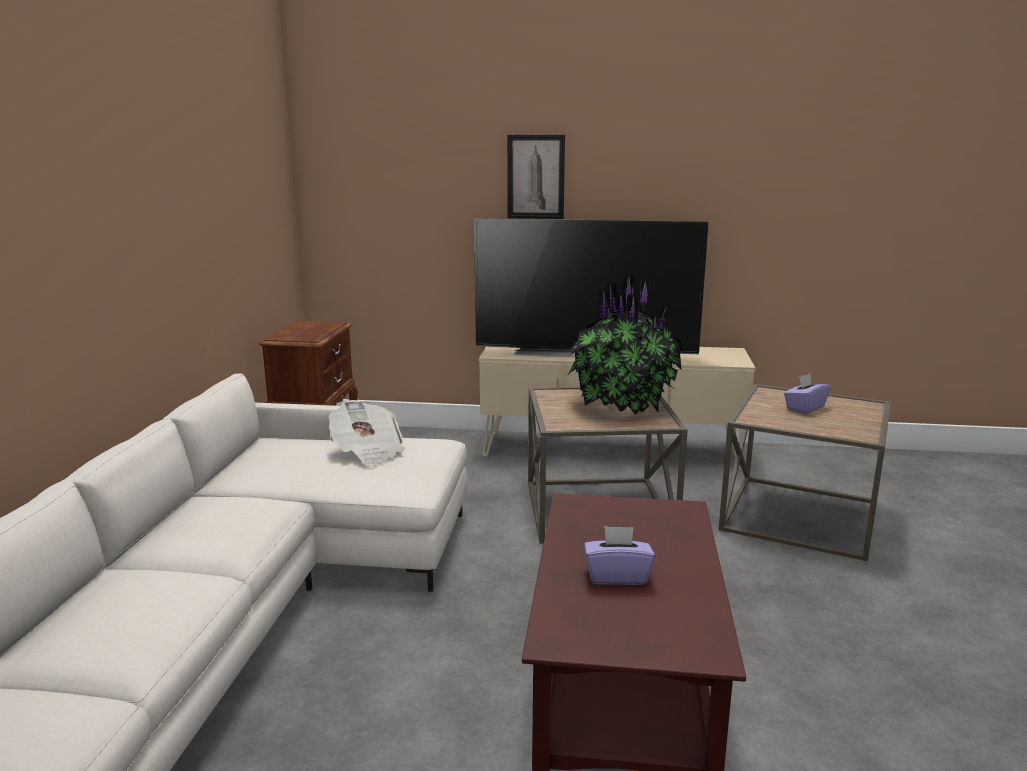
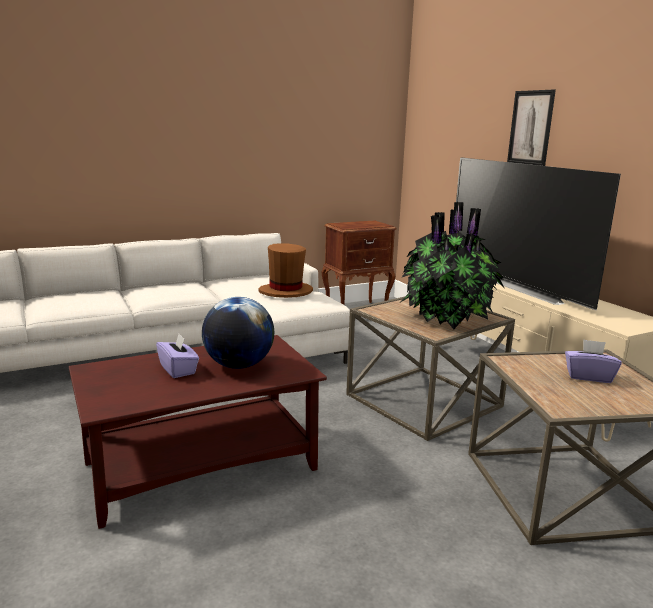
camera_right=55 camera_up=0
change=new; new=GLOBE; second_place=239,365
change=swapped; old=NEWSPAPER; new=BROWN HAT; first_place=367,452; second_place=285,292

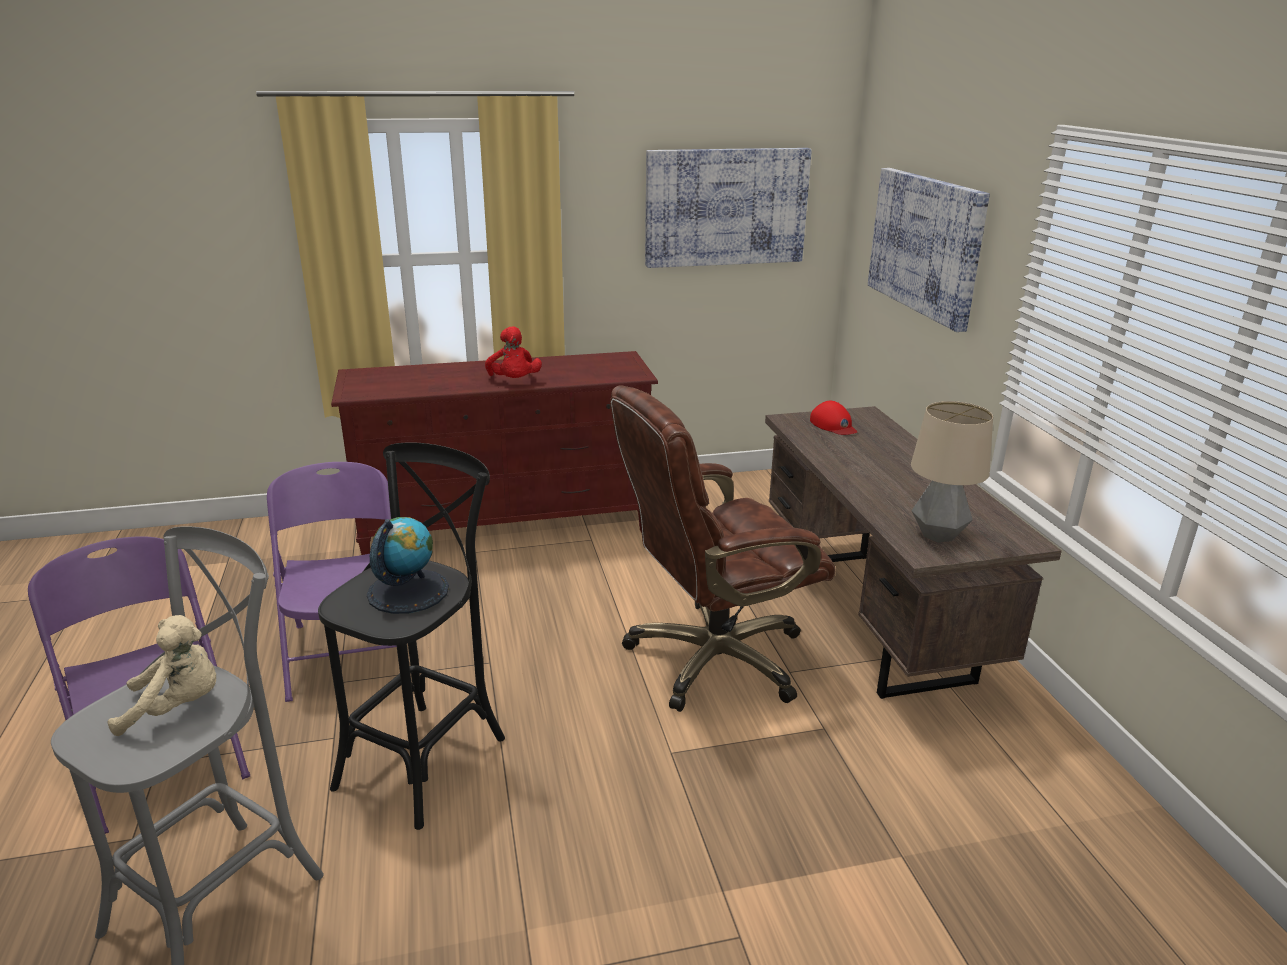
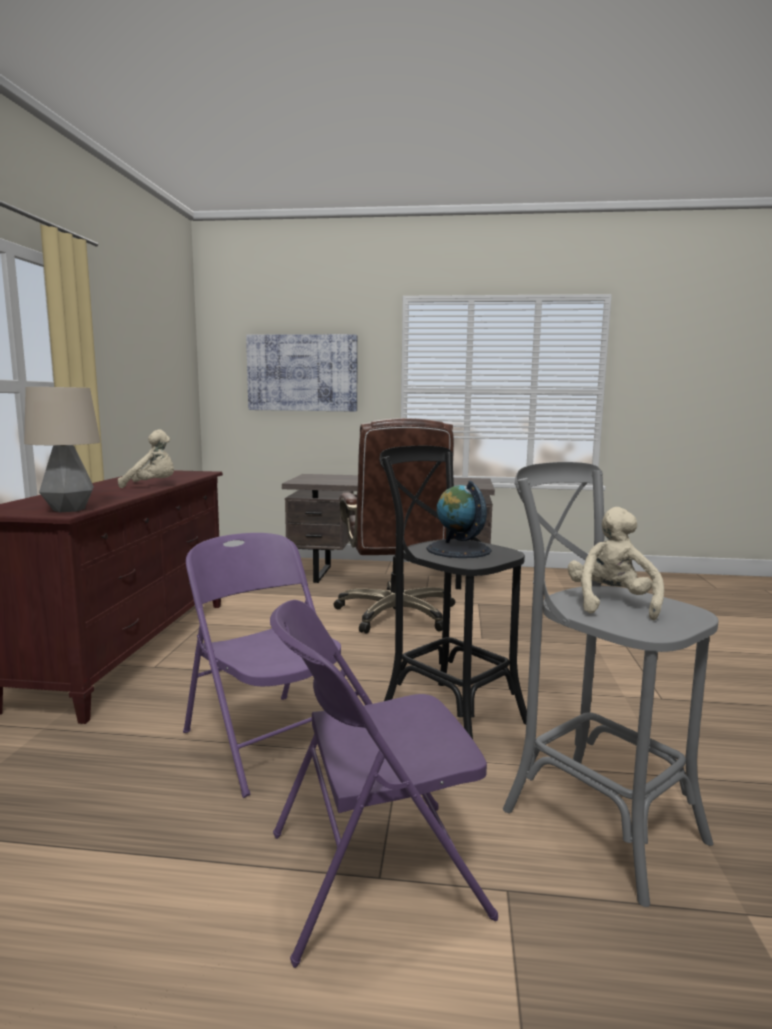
camera_right=-70 camera_up=-15
change=gone; old=PICTURE; first_place=725,207
change=gone; old=RED CAP; first_place=833,425
change=shifted; old=TABLE LAMP; first_place=938,535; second_place=69,509
change=repainted; old=RED PLUSH TOY; new=BEIGE PLUSH TOY; first_place=514,381; second_place=152,486
change=rotated; old=PURPLE CHAIR; first_place=350,654; second_place=268,740; degrees=45

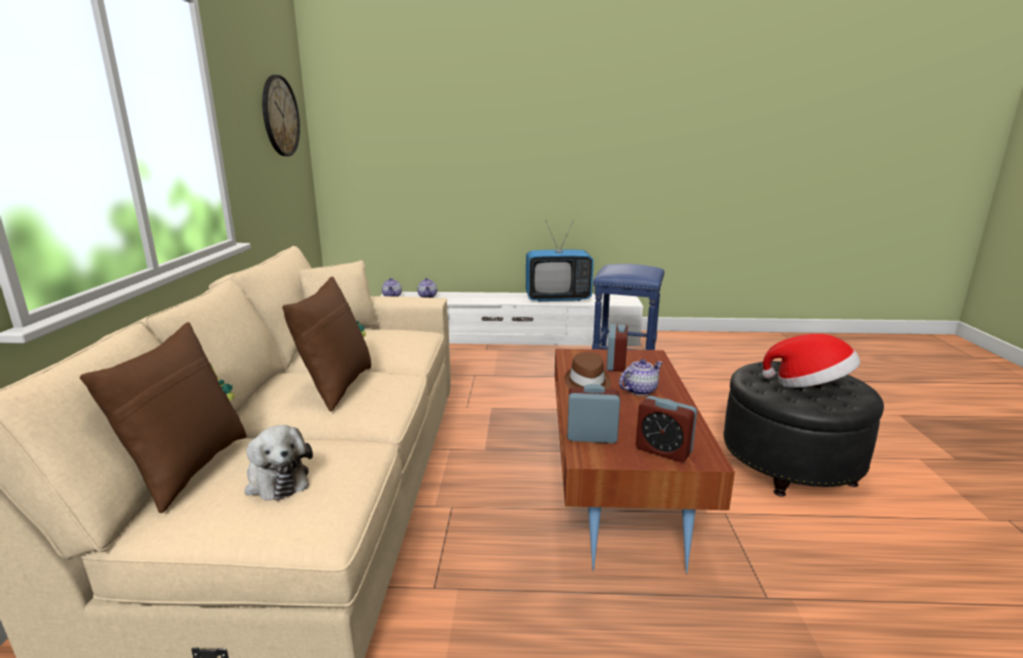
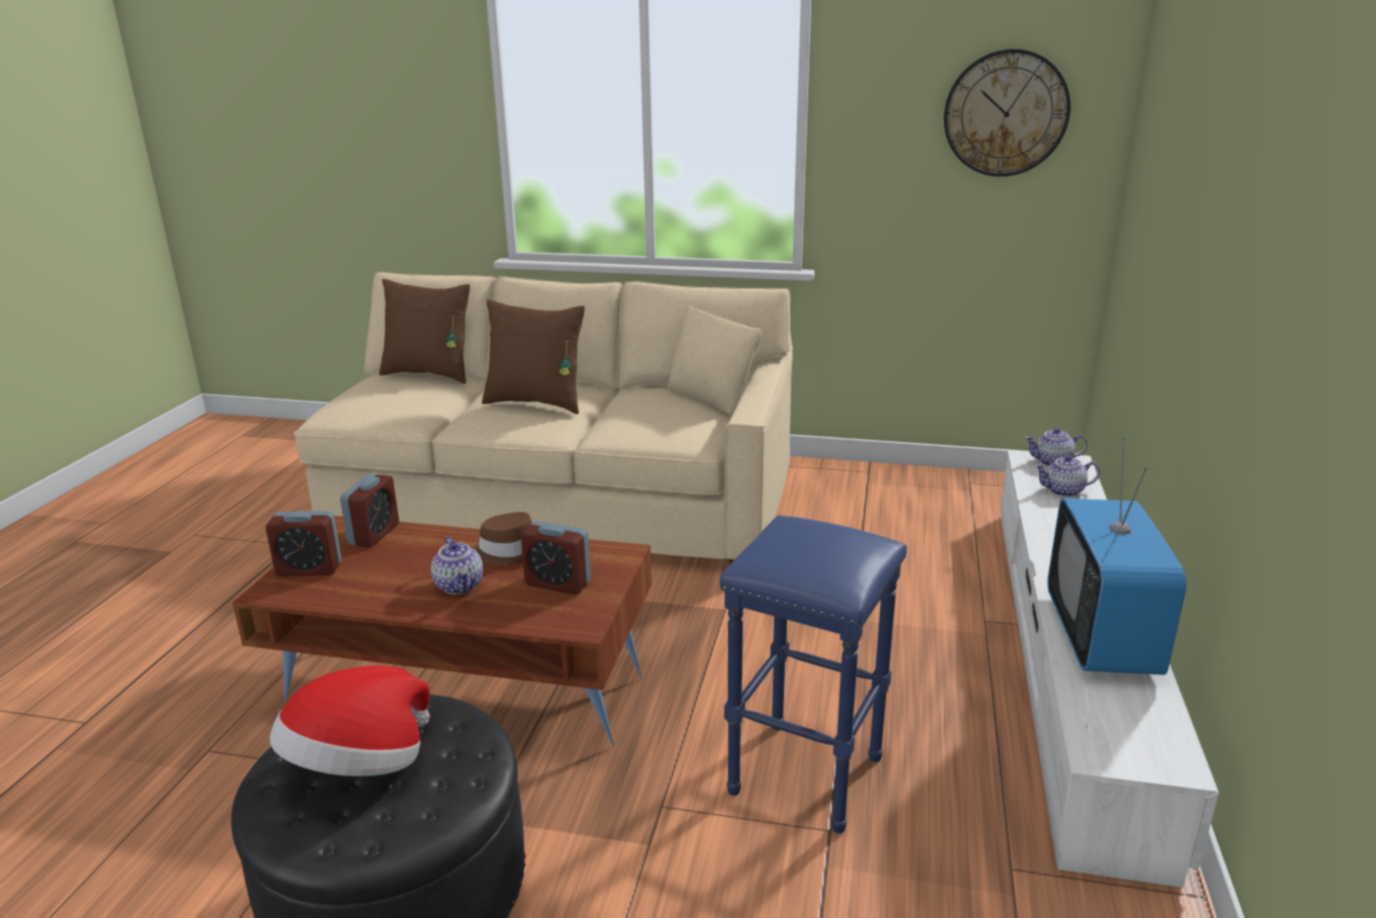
camera_right=100 camera_up=5
change=gone; old=PLUSH TOY; first_place=276,480
change=rotated; old=ALARM CLOCK; first_place=663,451; second_place=309,569; degrees=-135

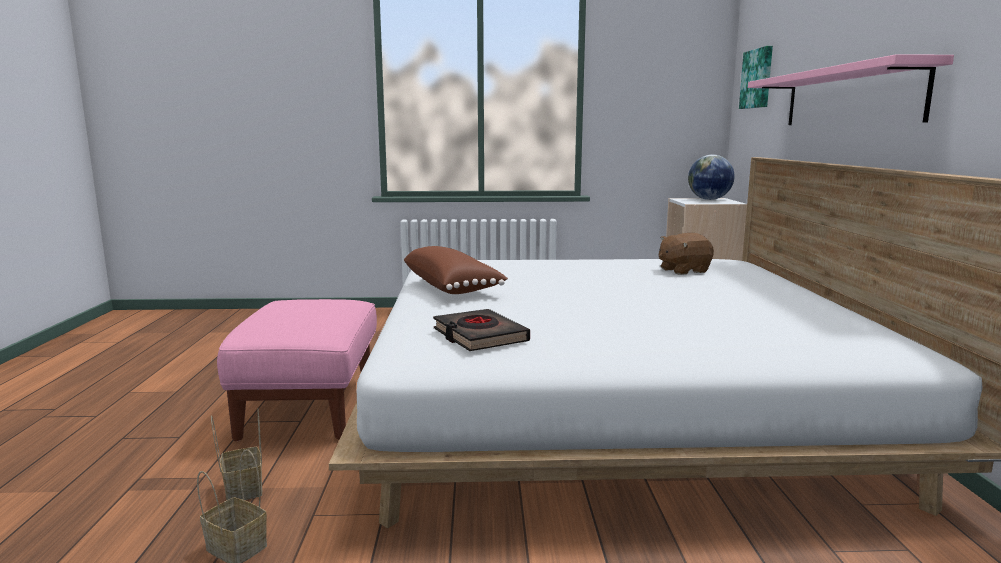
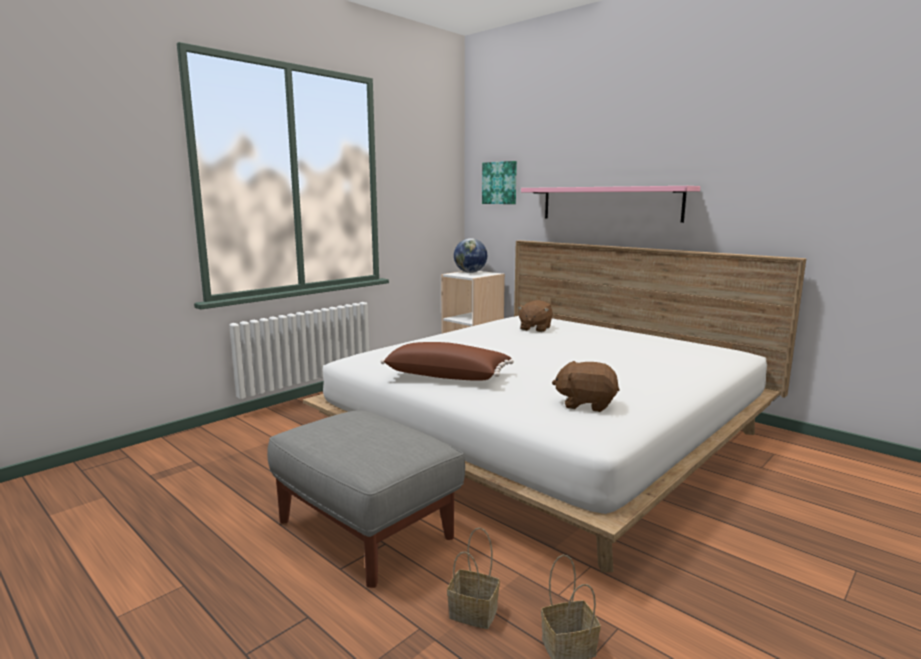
camera_right=-45 camera_up=0
change=swapped; old=BLACK BOOK; new=BROWN PLUSH TOY; first_place=479,336; second_place=586,404
change=repainted; old=PINK OTTOMAN; new=GREY OTTOMAN; first_place=309,407; second_place=366,530

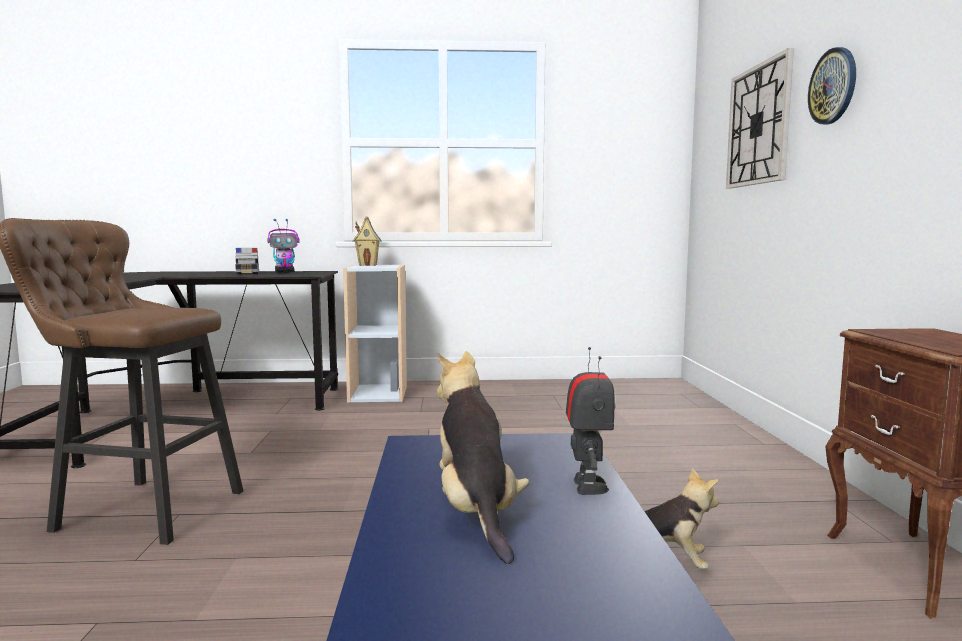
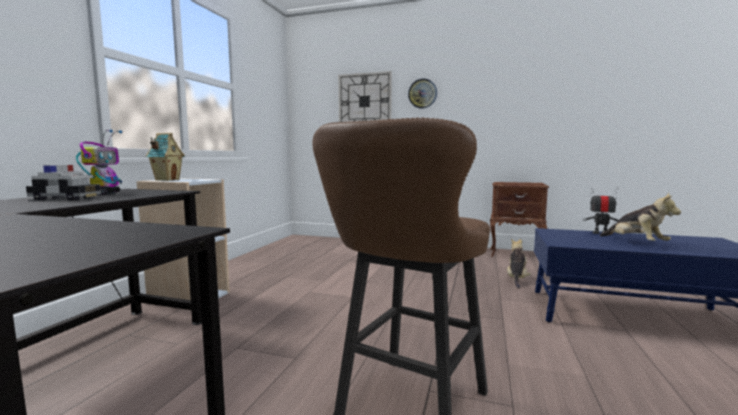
camera_right=-70 camera_up=0
change=rotated; old=PLUSH TOY; first_place=476,511; second_place=636,243; degrees=-120

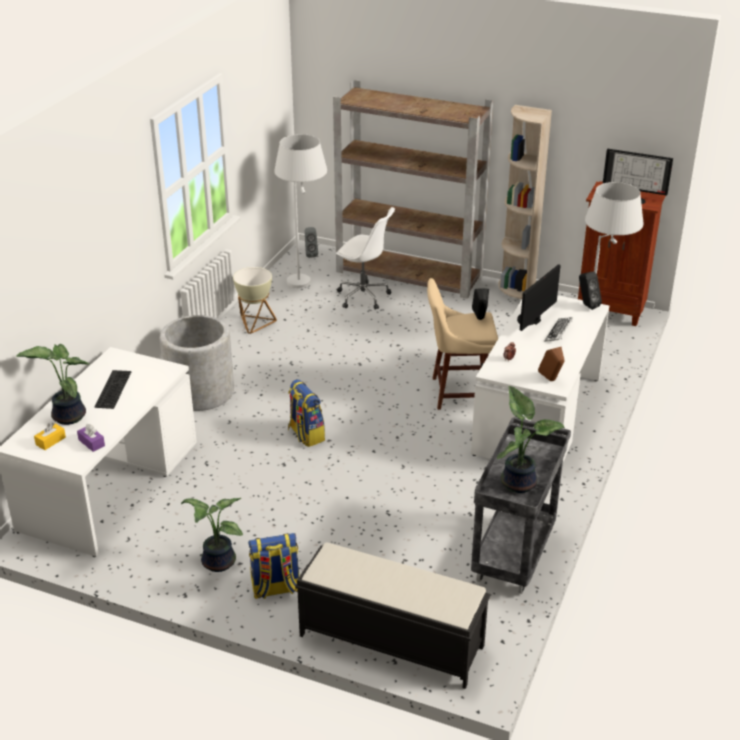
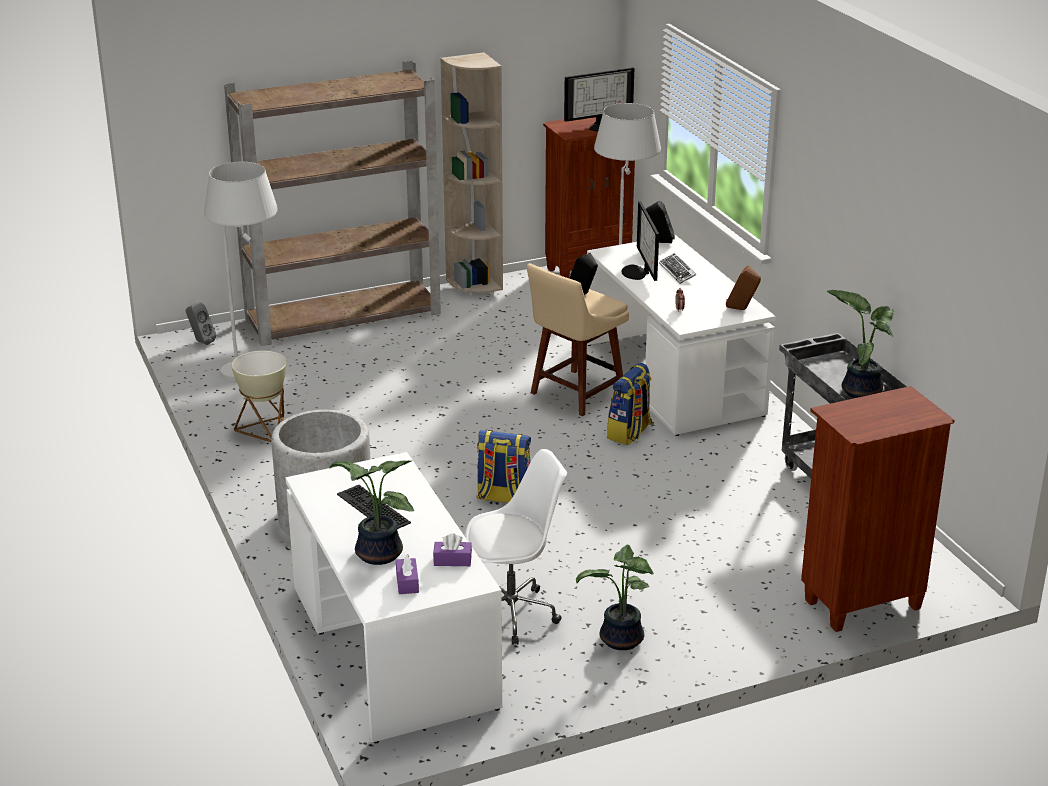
camera_right=-45 camera_up=-5
change=shifted; old=BACKPACK; first_place=275,589; second_place=630,433
change=shifted; old=WHITE OFFICE CHAIR; first_place=364,297; second_place=514,614
change=swapped; old=BLACK BENCH; new=BROWN CABINET; first_place=390,640; second_place=860,603
change=repainted; old=YELLOW TISSUE BOX; new=PURPLE TISSUE BOX; first_place=50,441; second_place=407,582

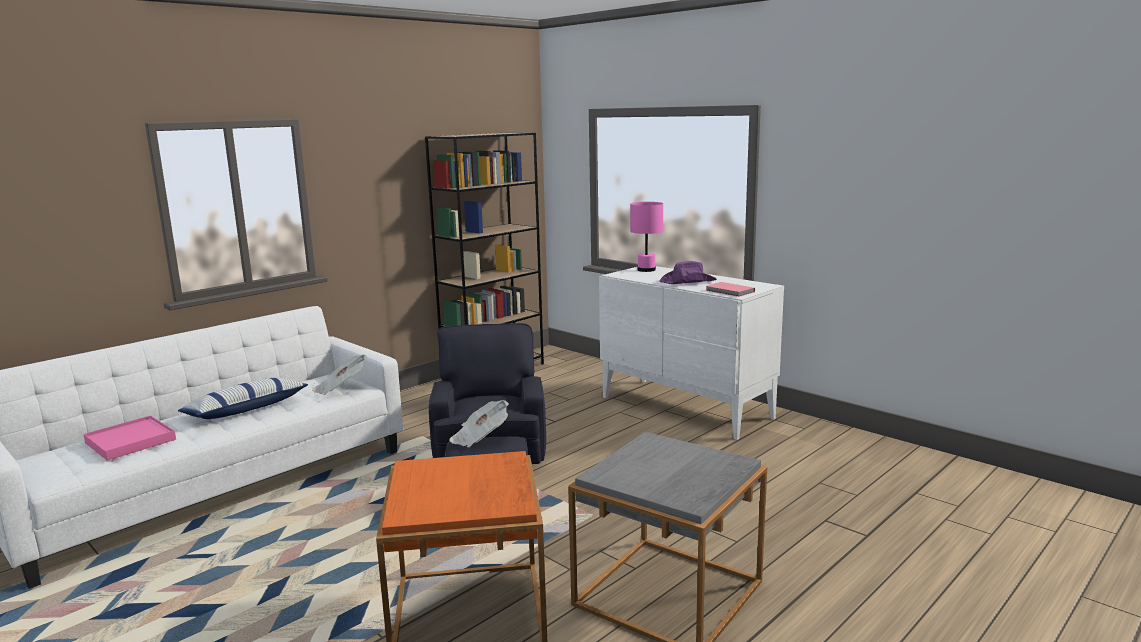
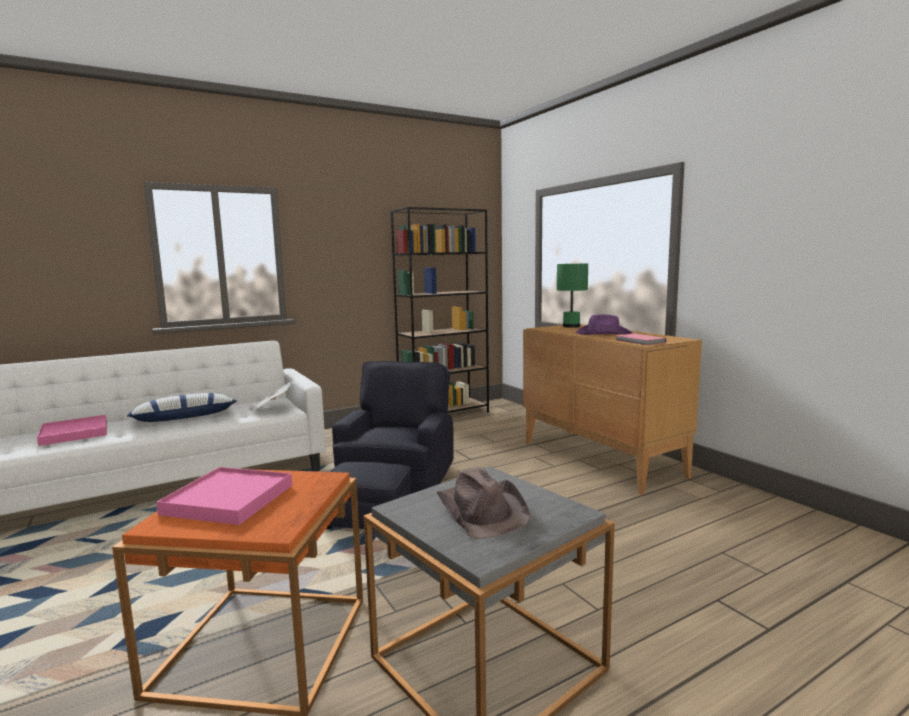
camera_right=15 camera_up=-5
change=gone; old=NEWSPAPER; first_place=480,438
change=new; new=PINK TRAY; second_place=229,499
change=new; new=BROWN HAT; second_place=482,510
change=repainted; old=WHITE CABINET; new=BROWN CABINET; first_place=685,407; second_place=600,459
change=repainted; old=PINK TABLE LAMP; new=GREEN TABLE LAMP; first_place=647,270; second_place=571,326

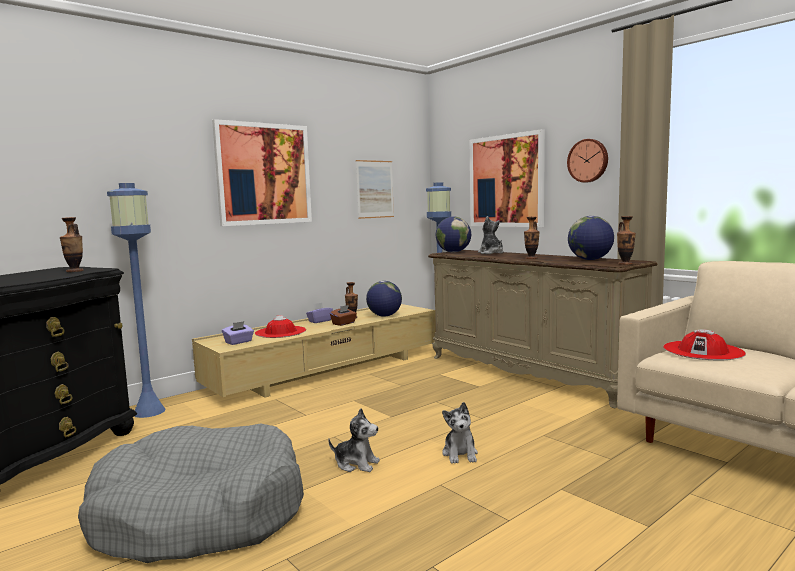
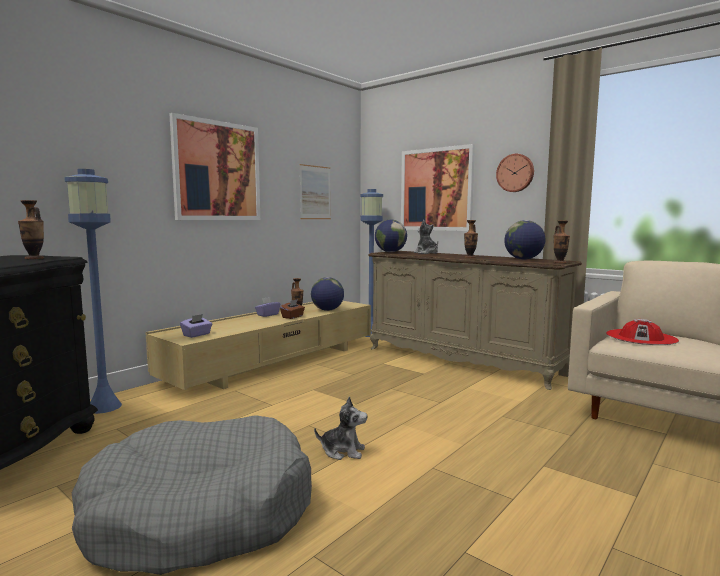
camera_right=-10 camera_up=0
change=gone; old=RED HAT; first_place=280,332
change=gone; old=PLUSH TOY; first_place=460,454

